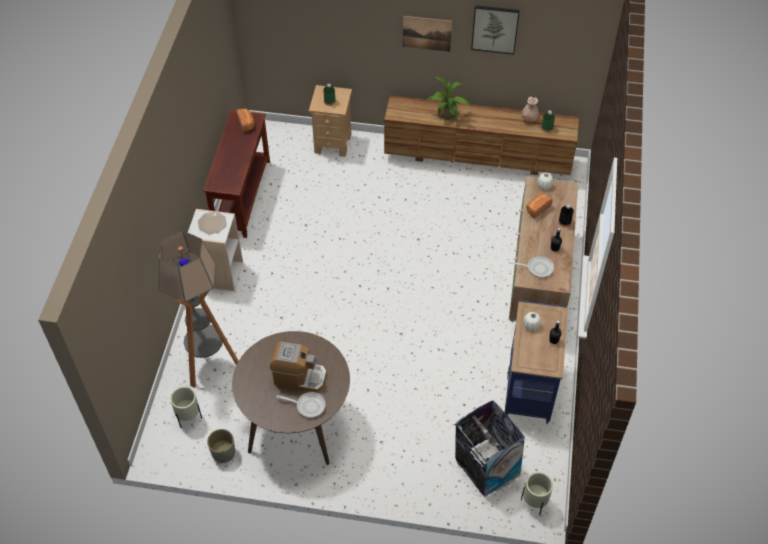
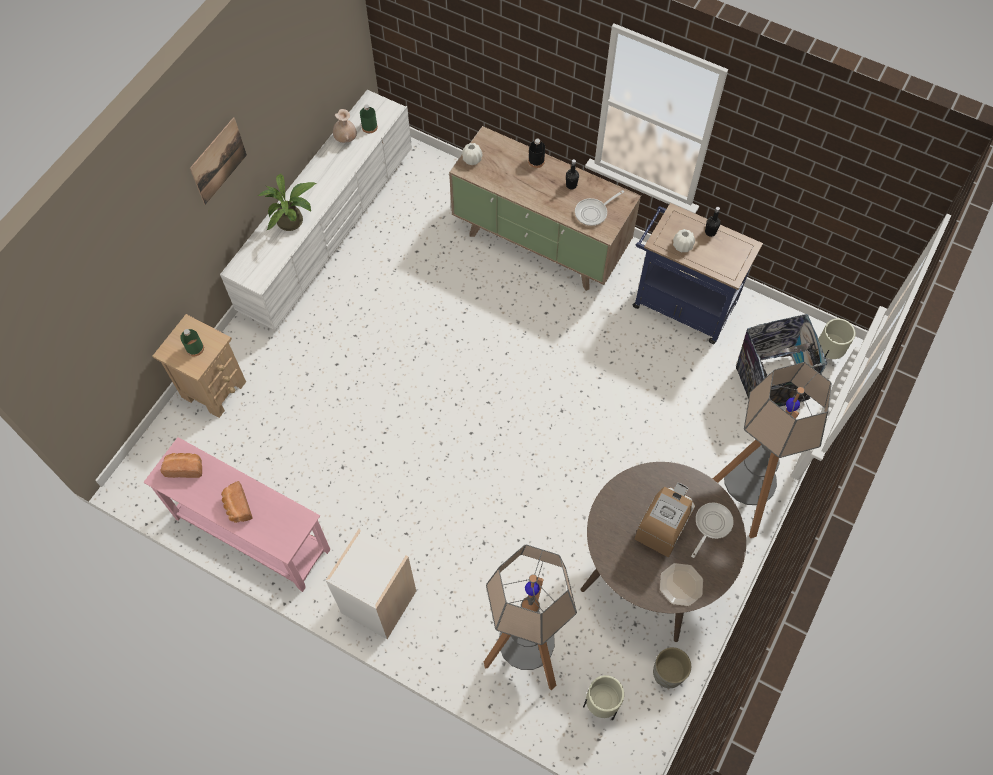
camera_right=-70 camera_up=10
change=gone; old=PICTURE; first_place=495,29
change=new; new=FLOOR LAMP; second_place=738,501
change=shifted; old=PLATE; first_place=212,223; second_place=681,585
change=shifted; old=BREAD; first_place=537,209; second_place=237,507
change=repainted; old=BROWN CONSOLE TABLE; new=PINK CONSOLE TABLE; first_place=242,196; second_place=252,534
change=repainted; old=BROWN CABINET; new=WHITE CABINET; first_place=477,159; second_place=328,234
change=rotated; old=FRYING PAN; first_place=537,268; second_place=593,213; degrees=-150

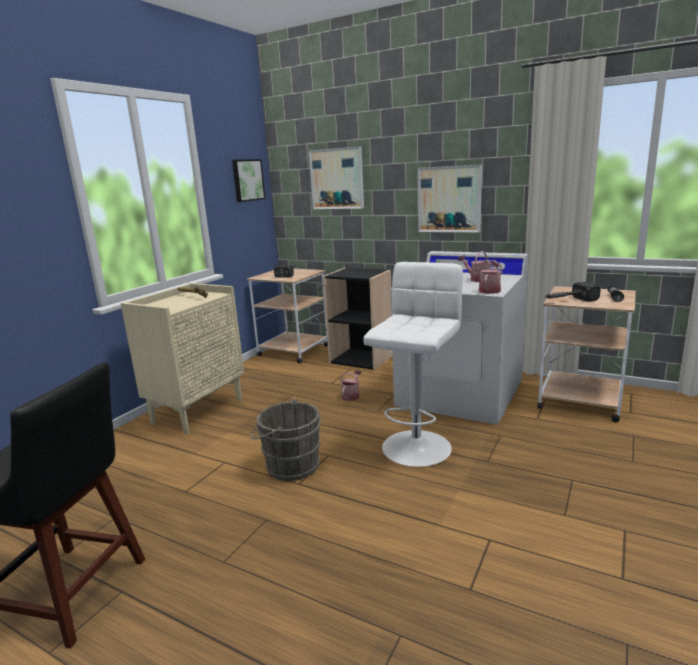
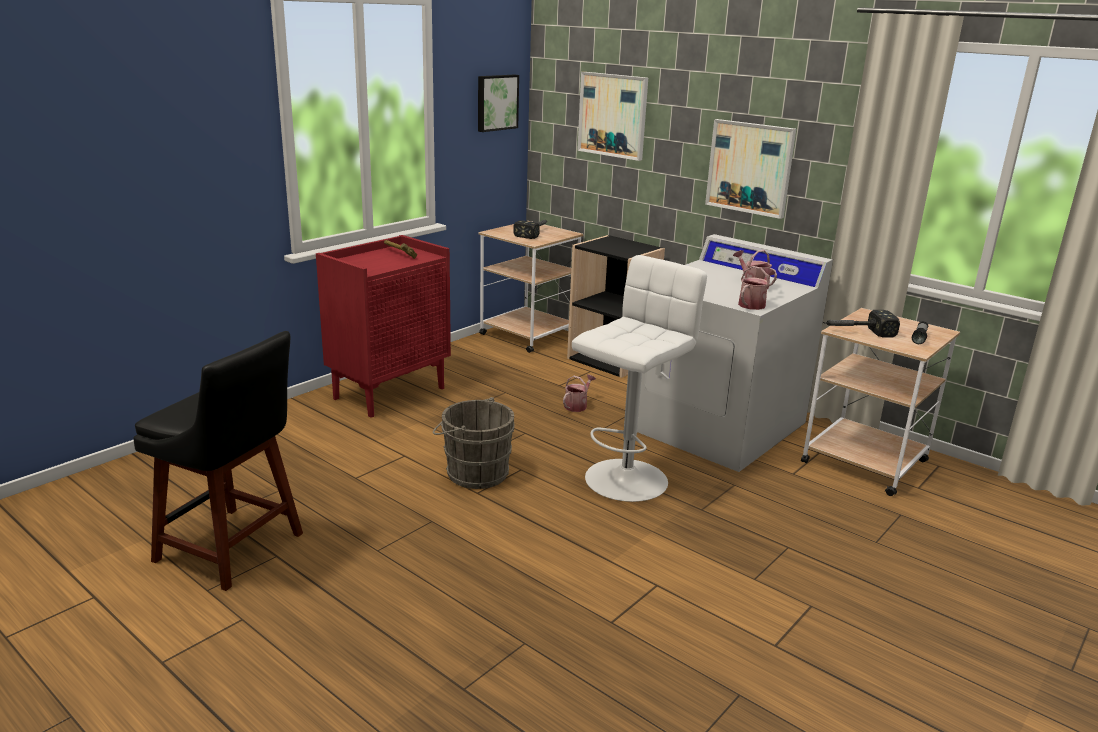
camera_right=10 camera_up=5
change=repainted; old=BEIGE CABINET; new=RED CABINET; first_place=198,411; second_place=390,393

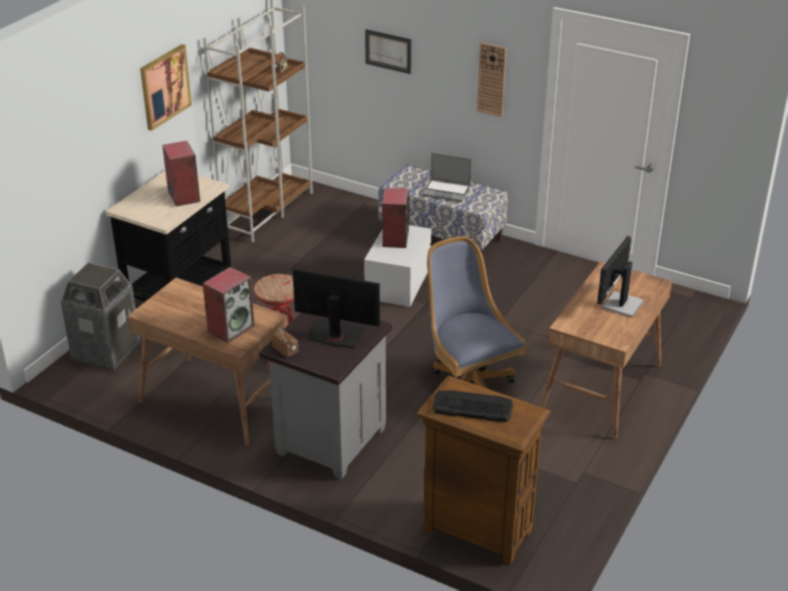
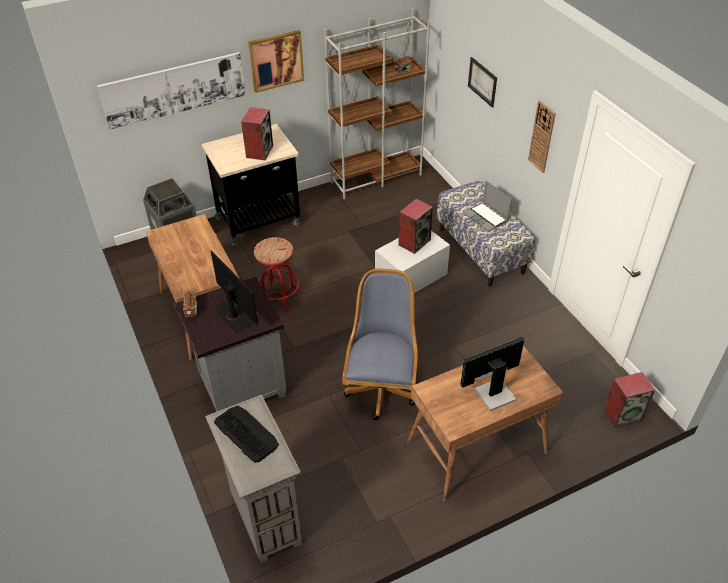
camera_right=35 camera_up=10
change=new; new=PICTURE; second_place=174,89
change=shifted; old=SPEAKER; first_place=231,328; second_place=623,414
change=repainted; old=BROWN CABINET; new=GREY CABINET; first_place=475,531; second_place=264,519

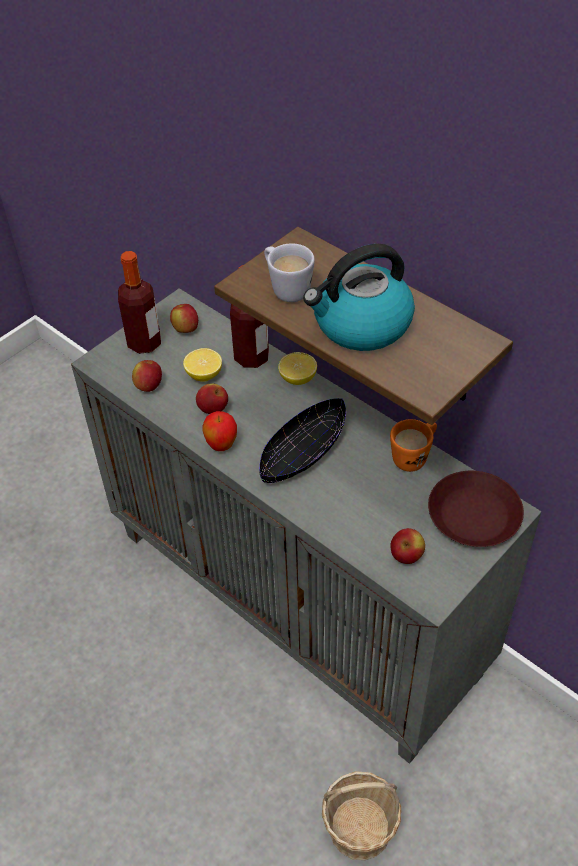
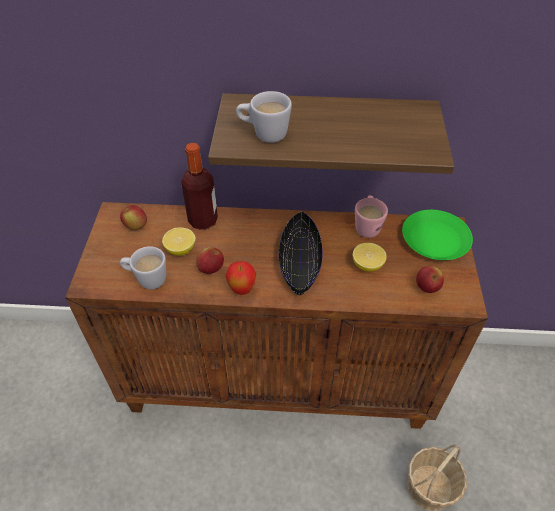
camera_right=-40 camera_up=0
change=gone; old=BOTTLE; first_place=144,343
change=gone; old=KETTLE; first_place=361,325
change=shifted; old=LEMON; first_place=297,378; second_place=367,265
change=swapped; old=APPLE; new=WHITE MUG; first_place=149,386; second_place=146,279
change=repainted; old=GREY CABINET; new=BROWN CABINET; first_place=298,602; second_place=279,379
change=repainted; old=ORANGE MUG; new=PINK MUG; first_place=414,456; second_place=367,226
change=repainted; old=BROWN PLATE; new=GREEN PLATE; first_place=473,514; second_place=434,240

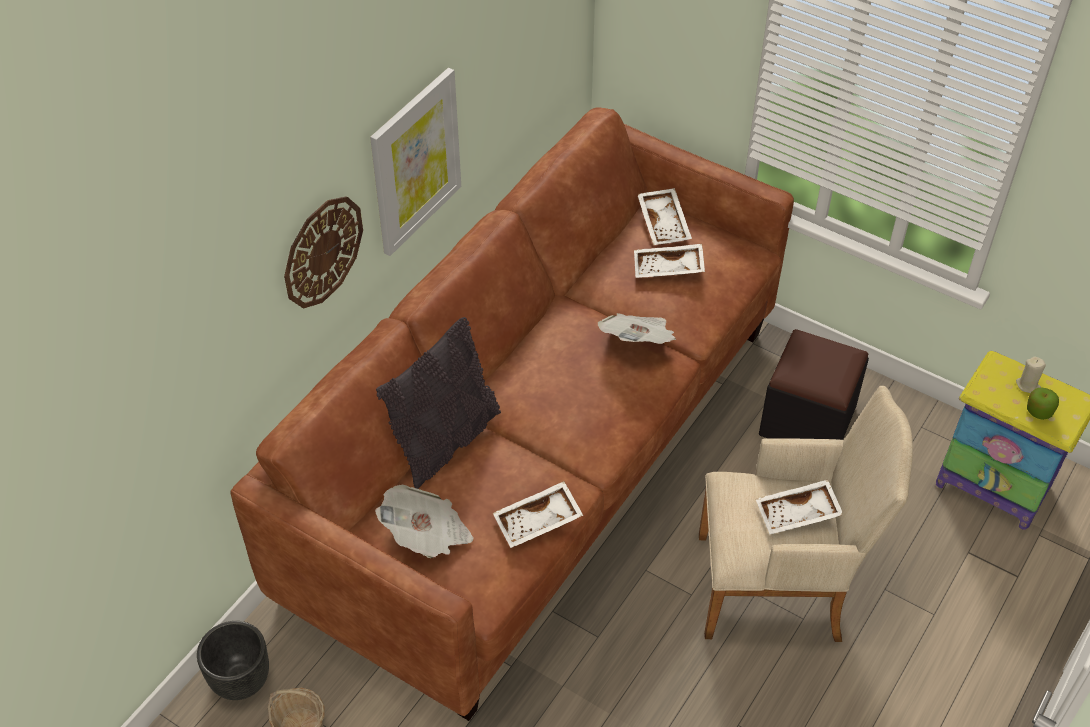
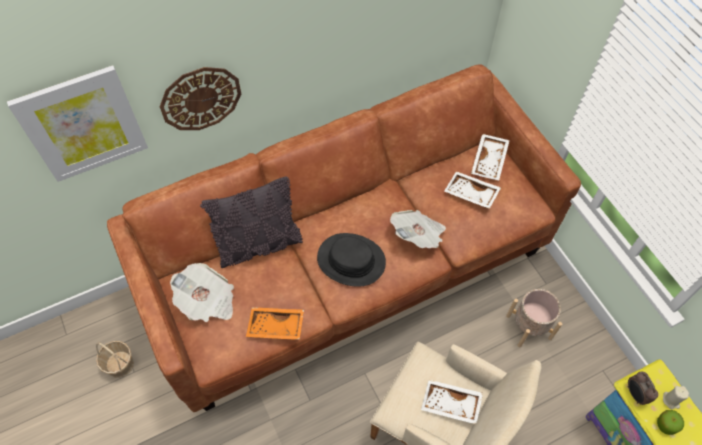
camera_right=30 camera_up=10
change=gone; old=BLACK PLANTER; first_place=241,679
change=new; new=BLACK HAT; second_place=351,260
change=new; new=ALARM CLOCK; second_place=635,394
change=shifted; old=PICTURE; first_place=415,161; second_place=83,124
change=swapped; old=BLACK OTTOMAN; new=BEIGE PLANTER; first_place=807,420; second_place=529,327
change=repainted; old=WHITE TRAY; new=ORANGE TRAY; first_place=538,522; second_place=275,327

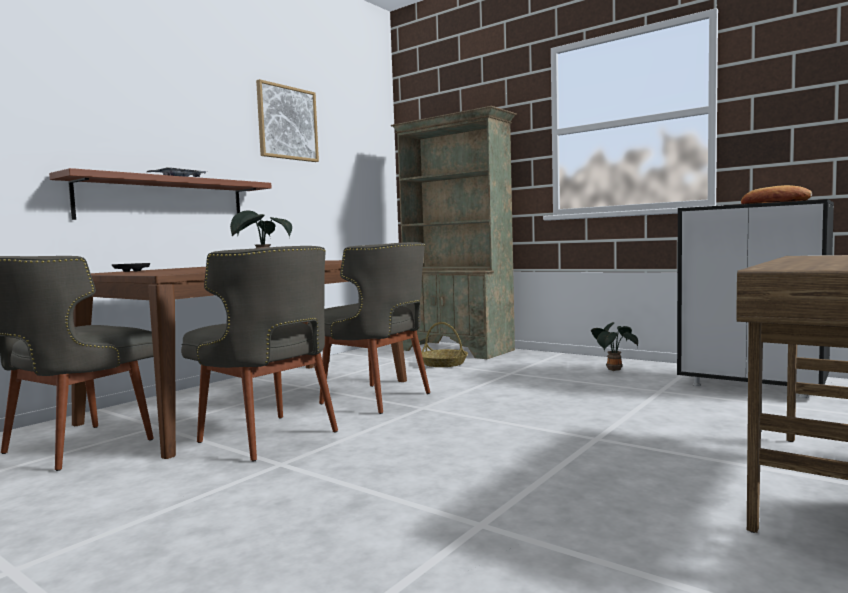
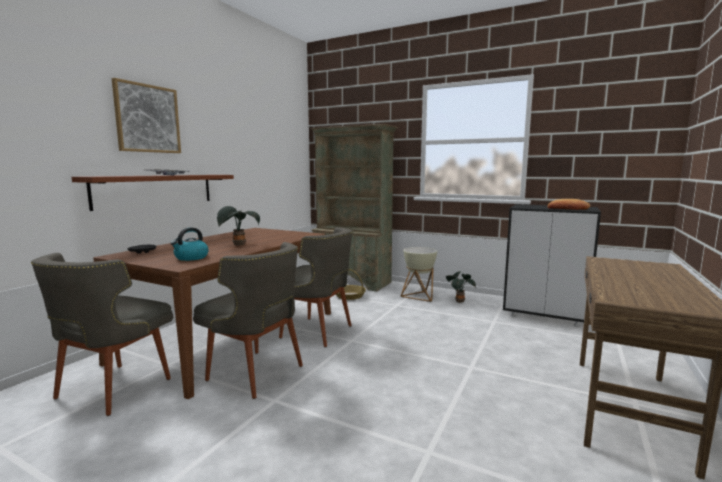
camera_right=-10 camera_up=5
change=new; new=KETTLE; second_place=191,258
change=new; new=PLANTER; second_place=419,296
change=shifted; old=PICTURE; first_place=287,123; second_place=147,119

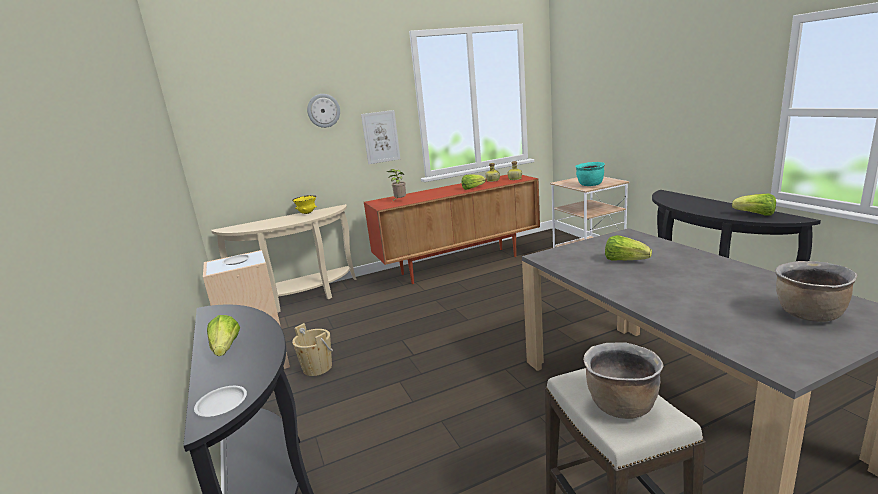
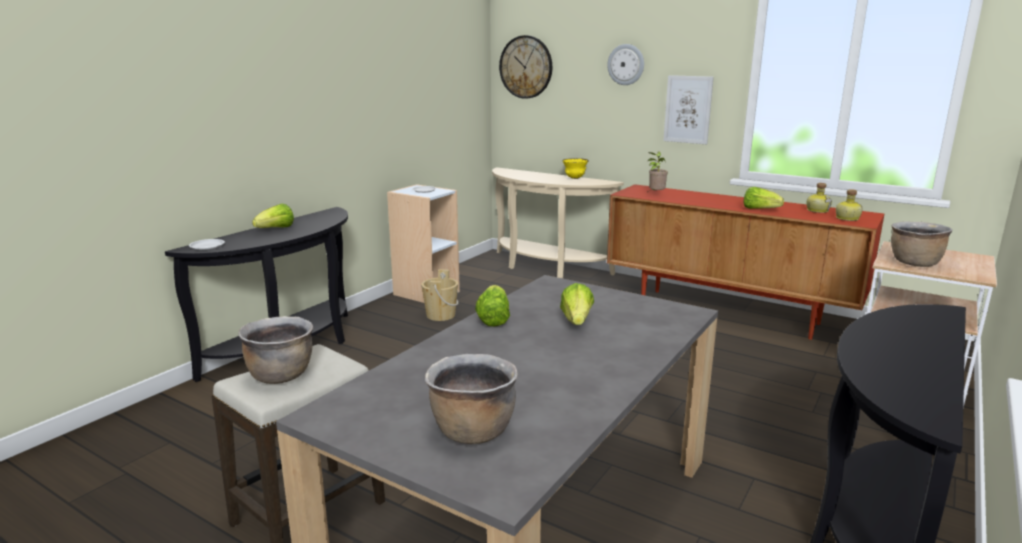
camera_right=55 camera_up=0
change=new; new=WALL CLOCK; second_place=526,67
change=shifted; old=LETTUCE; first_place=755,214; second_place=493,319
change=repainted; old=TURQUOISE COOKING POT; new=BROWN COOKING POT; first_place=590,185; second_place=914,263

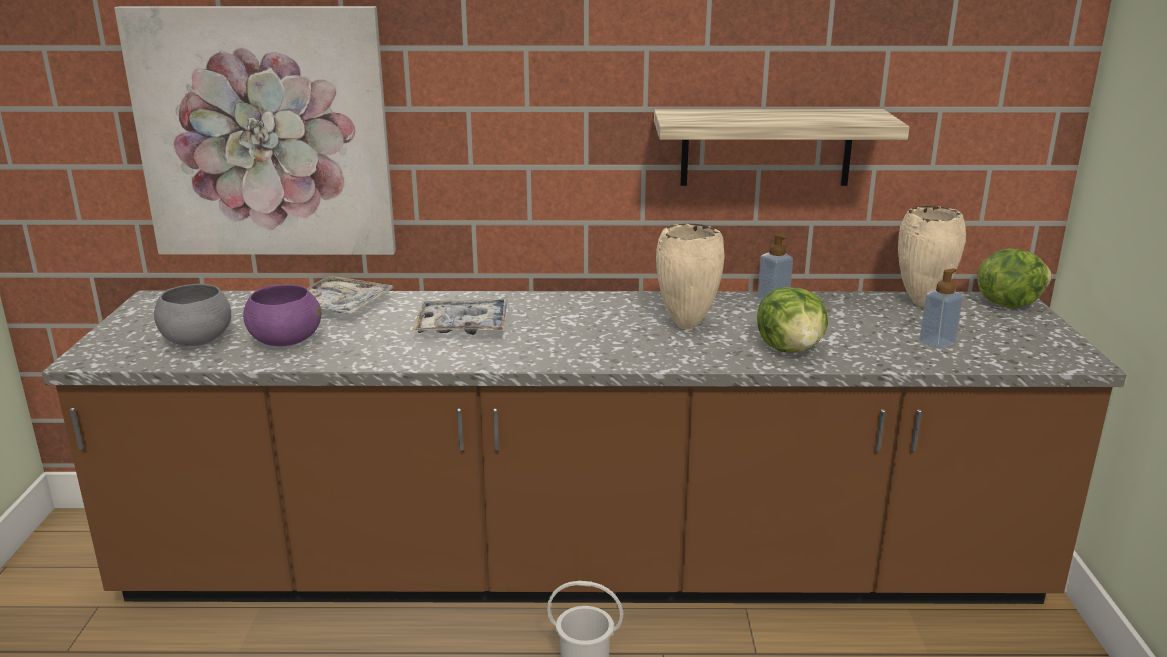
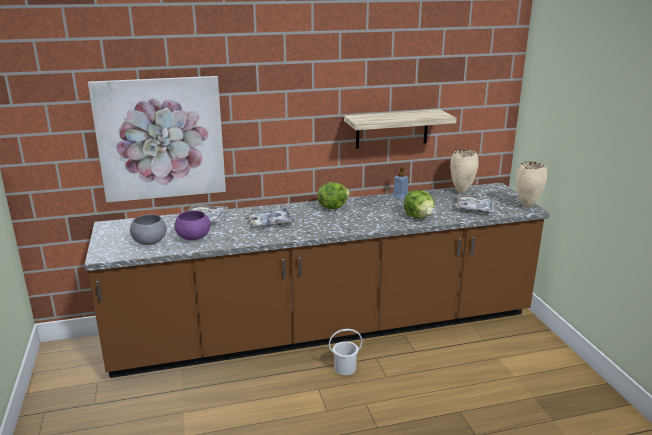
camera_right=-15 camera_up=0
change=shifted; old=BEIGE VASE; first_place=686,327; second_place=527,207
change=shifted; old=LETTUCE; first_place=1008,303; second_place=332,207
change=swapped; old=SOAP DISPENSER; new=TRAY; first_place=937,343; second_place=475,208

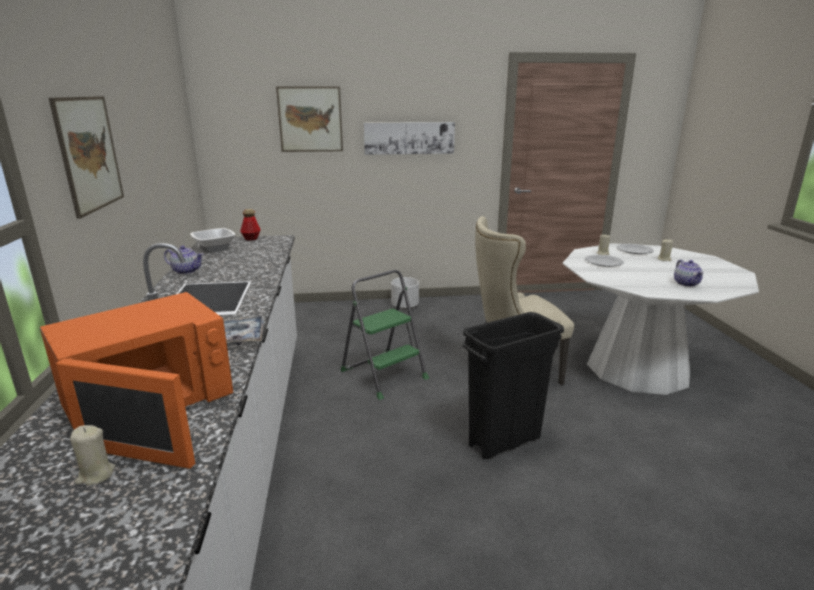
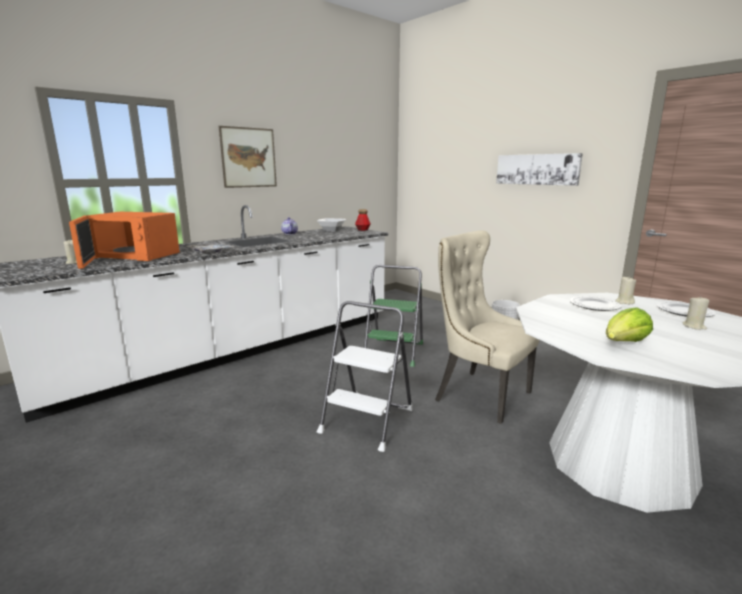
camera_right=55 camera_up=-5
change=gone; old=PICTURE; first_place=310,119
change=swapped; old=BLACK TRASH CAN; new=WHITE STEP LADDER; first_place=505,441; second_place=369,418
change=swapped; old=TEAPOT; new=LETTUCE; first_place=687,283; second_place=624,343

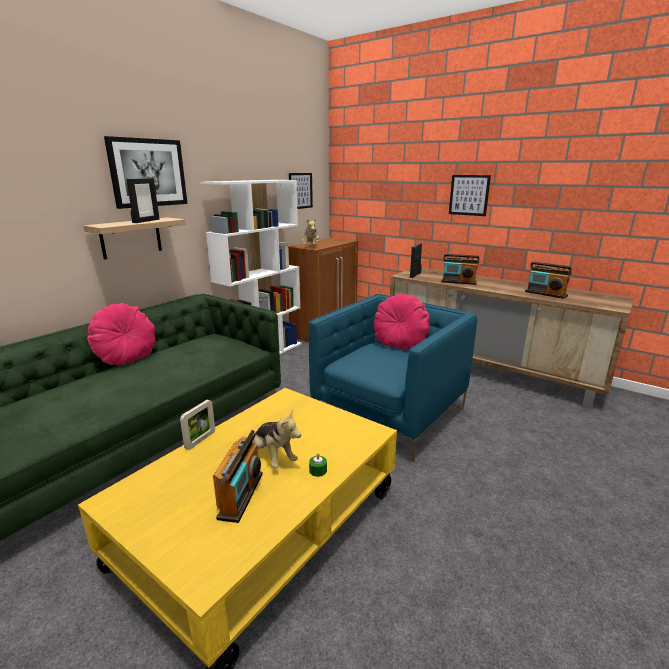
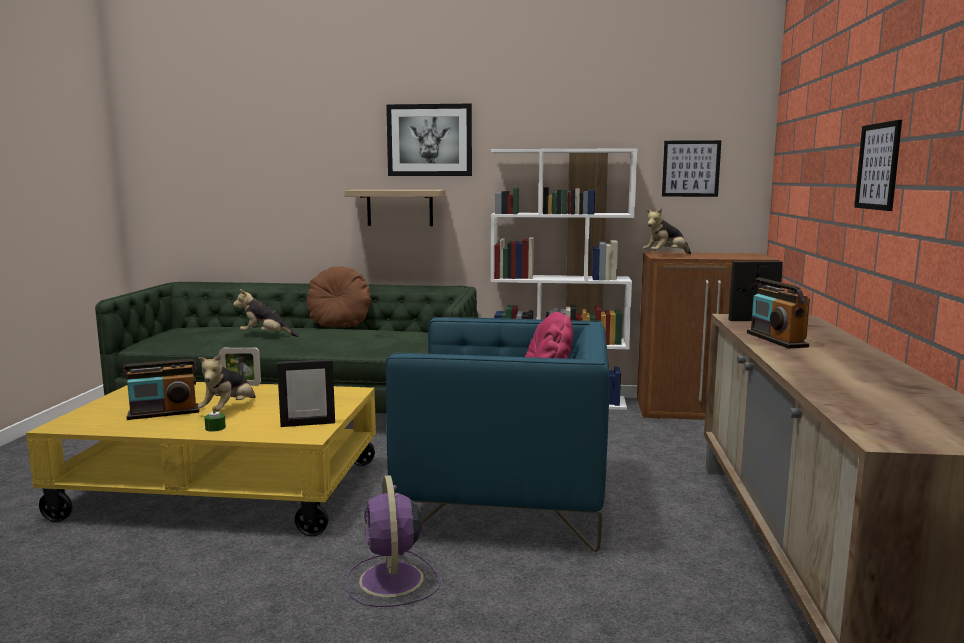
camera_right=60 camera_up=-10
change=gone; old=RADIO; first_place=546,294
change=new; new=PLUSH TOY; second_place=266,336
change=new; new=PURPLE FAN; second_place=391,581
change=shifted; old=PICTURE FRAME; first_place=146,221; second_place=308,423
change=repainted; old=PINK PILLOW; new=BROWN PILLOW; first_place=127,360; second_place=340,326

